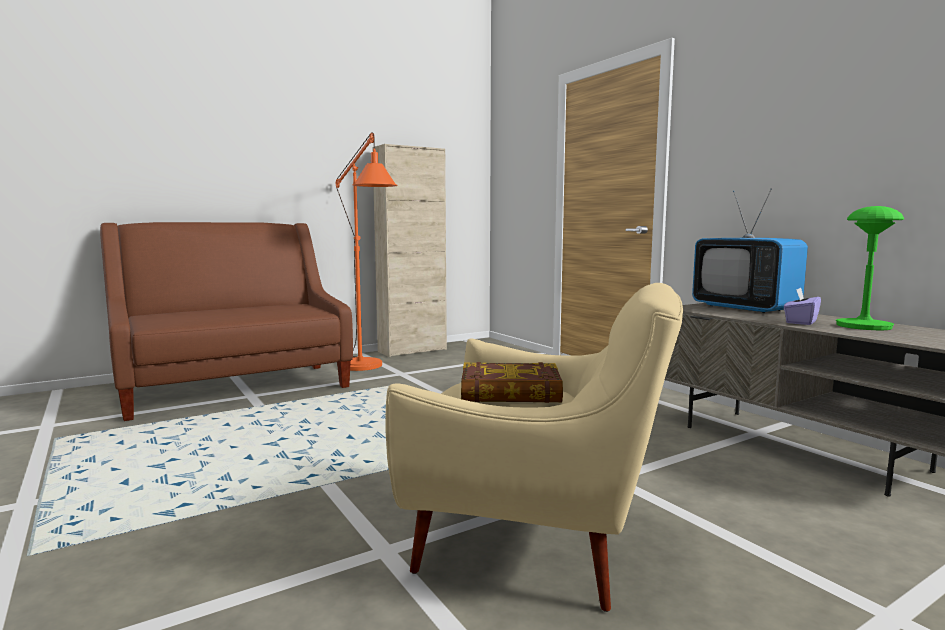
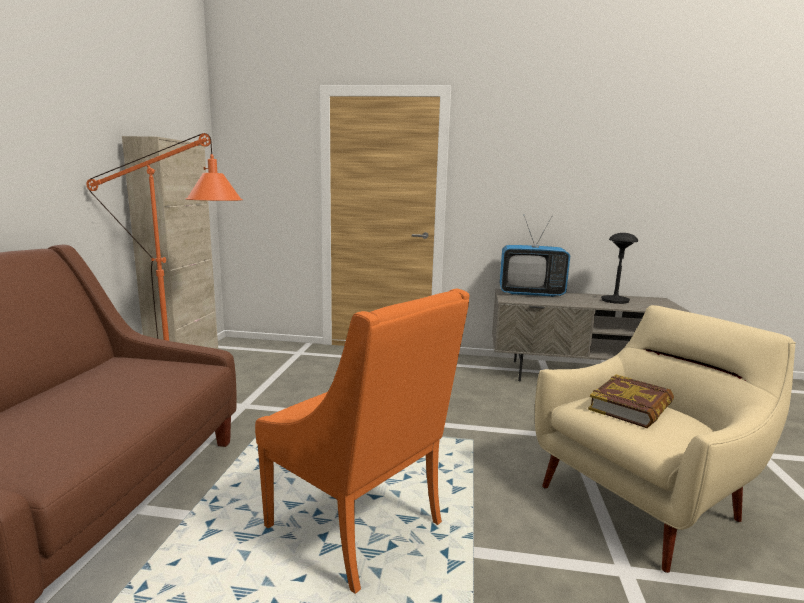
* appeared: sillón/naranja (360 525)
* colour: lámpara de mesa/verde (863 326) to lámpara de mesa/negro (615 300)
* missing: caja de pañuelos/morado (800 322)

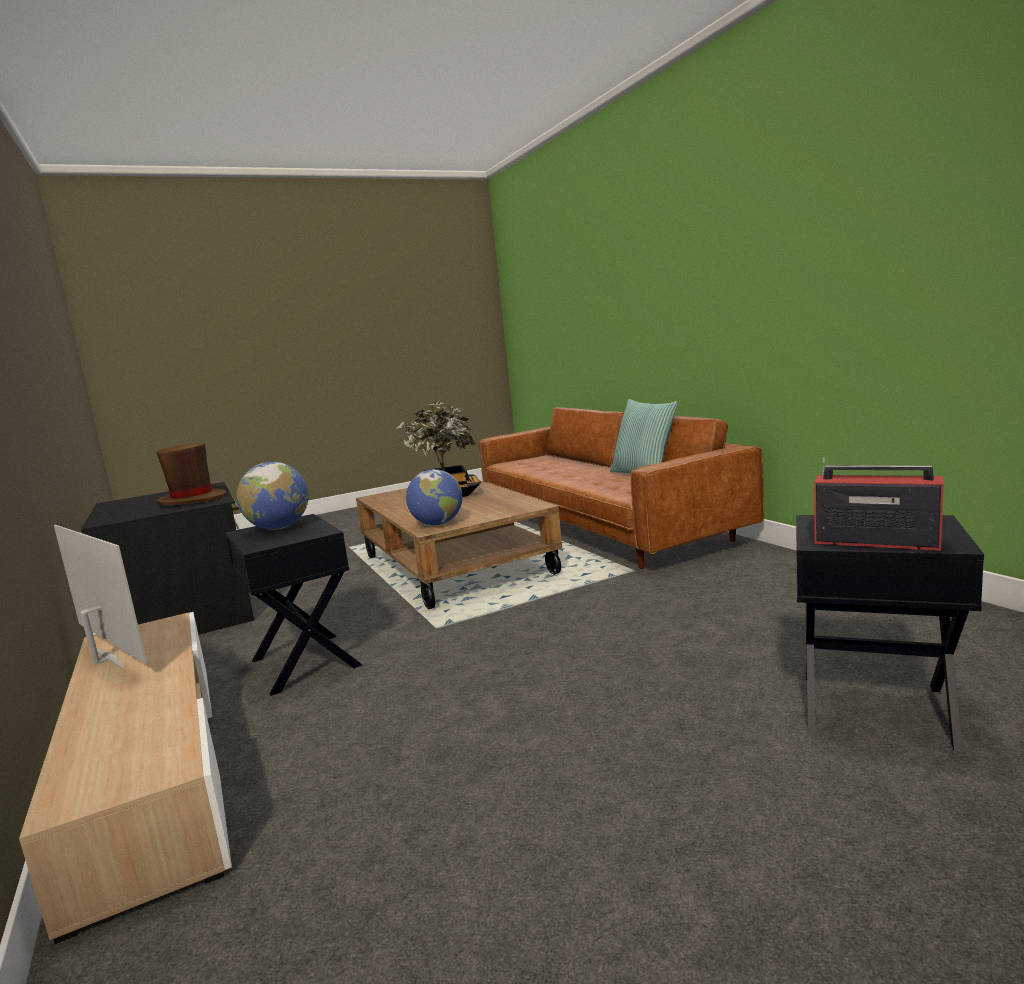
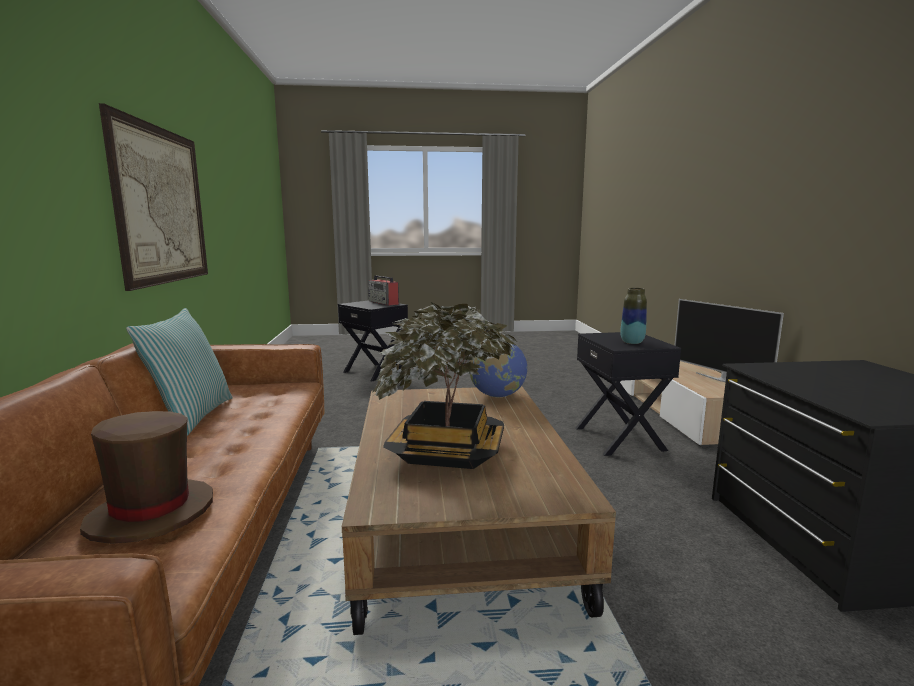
* relocated: sombrero/marrón (192 500) to (151 514)
* appeared: cuadro (162 206)
* exchanged: globo terráqueo (279 528) to florero (632 342)

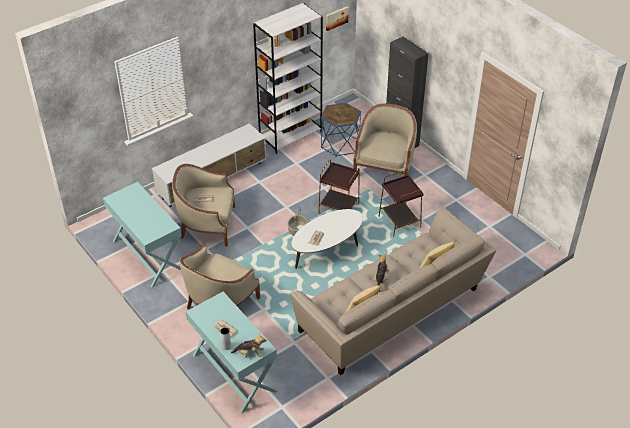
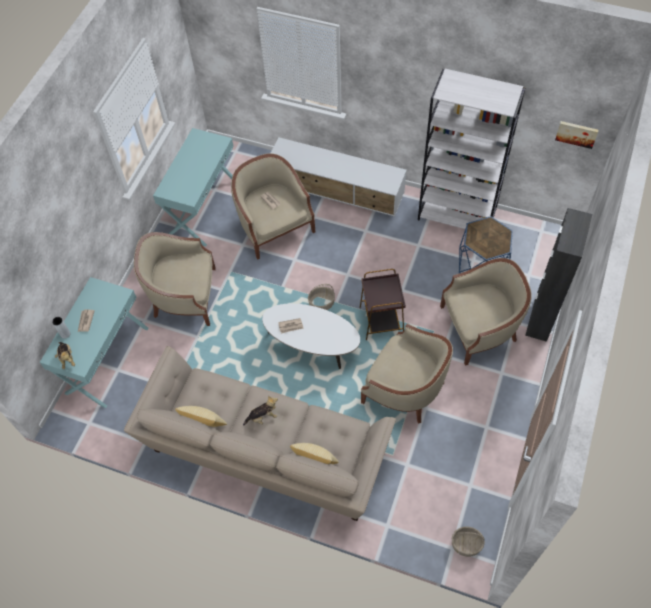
* exchanged: mesa auxiliar/marrón (399 222) to sillón/beis (405 389)
* appeared: cesta (466 544)

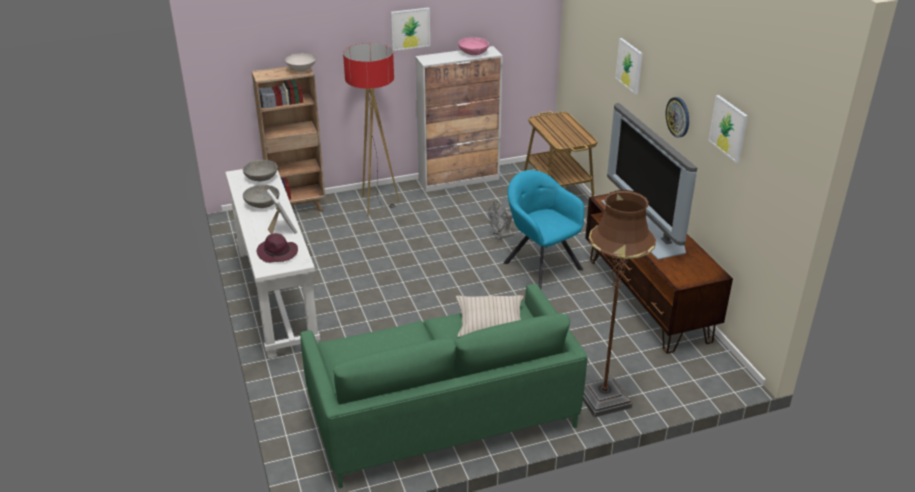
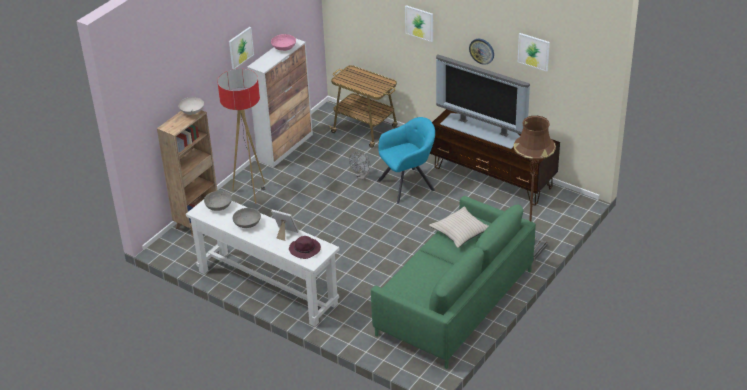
* spun: sillón/turquesa (540 264) = (408 184) 135 degrees clockwise

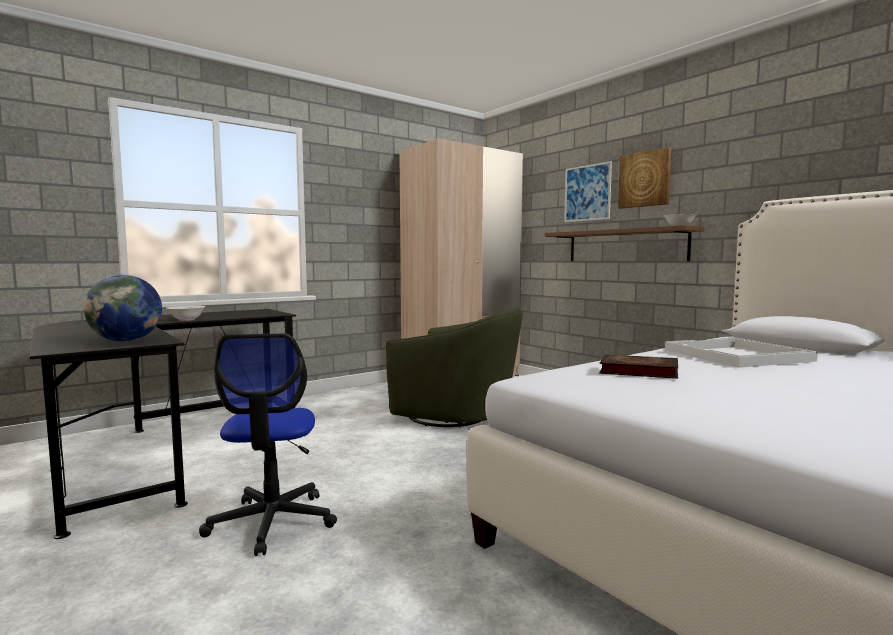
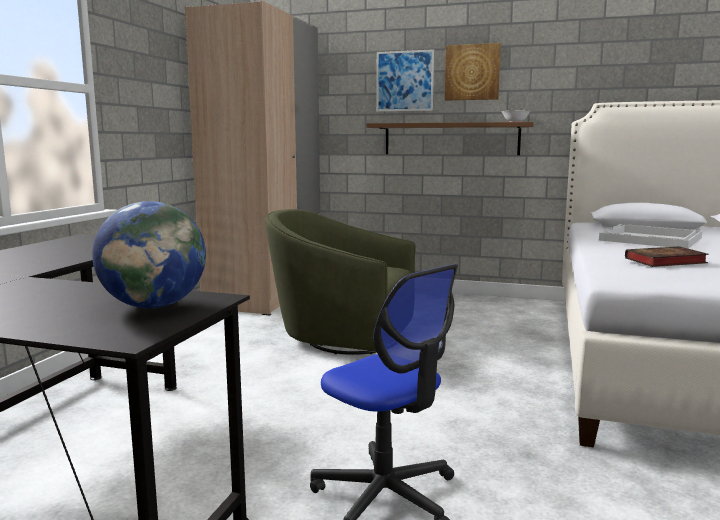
* spun: sillón/verde (456 416) = (342 338) 150 degrees counterclockwise
* missing: cuenco/blanco (187 320)

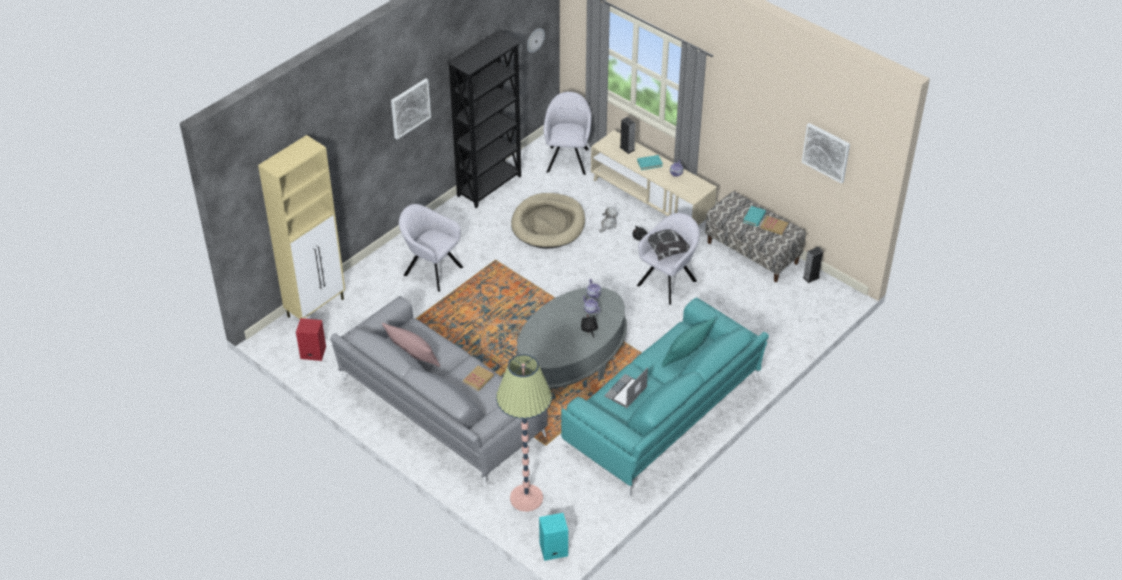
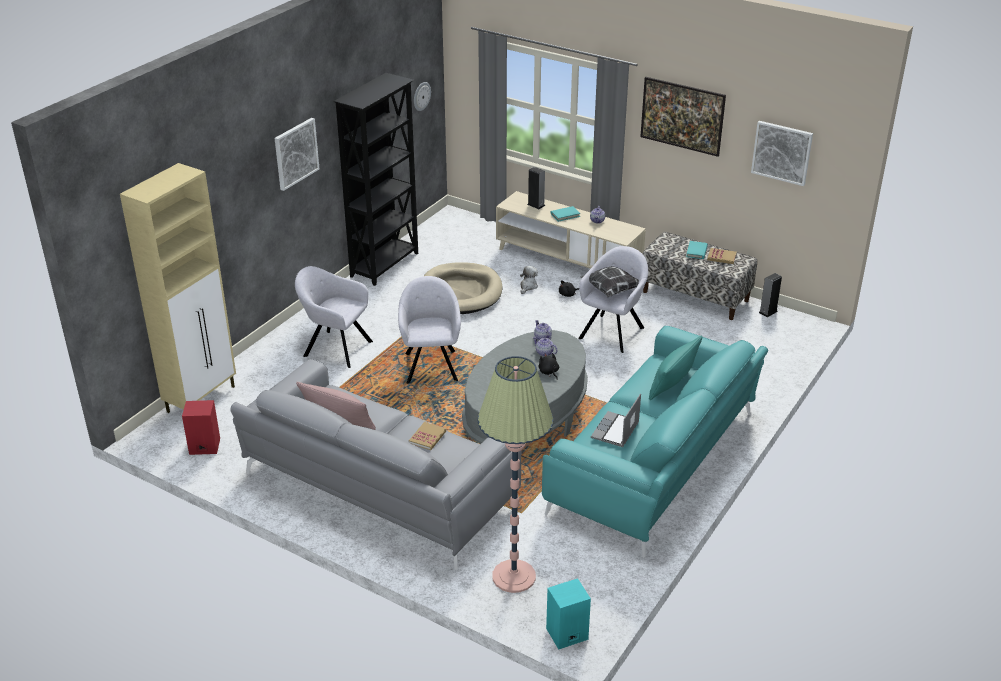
* relocated: sillón/gris (568 158) to (431 365)
* appeared: cuadro (681 131)

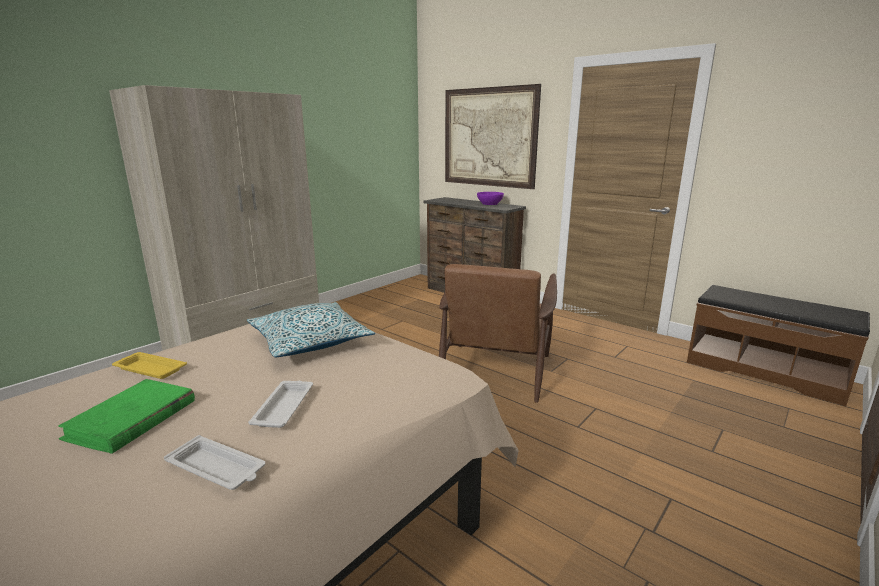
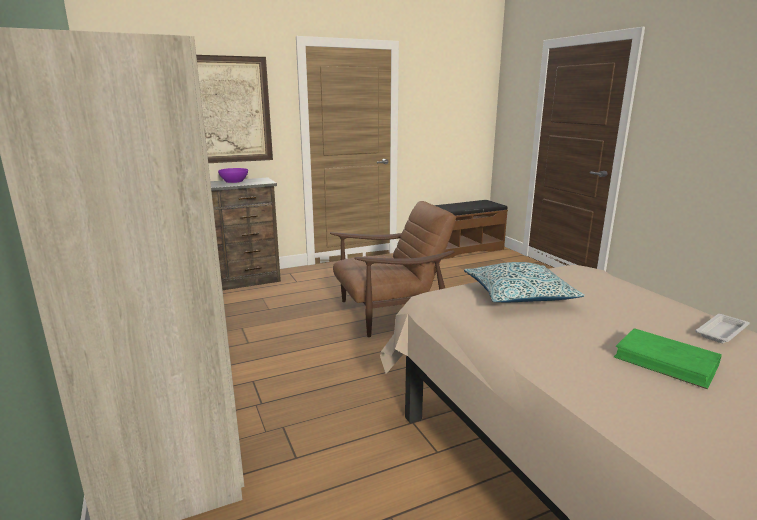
* spun: sillón/marrón (495 368) = (390 312) 60 degrees counterclockwise
* missing: bandeja/amarillo (149 369)
* missing: bandeja/blanco (284 407)

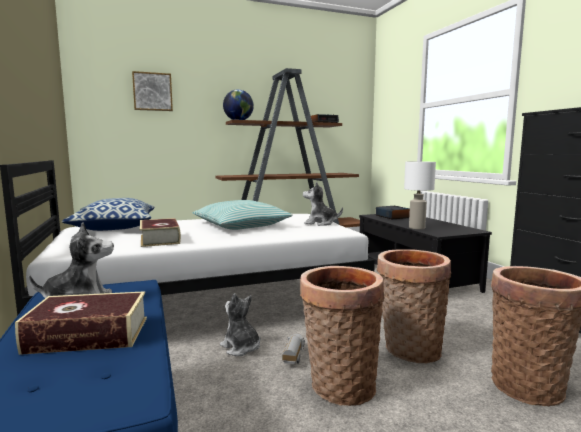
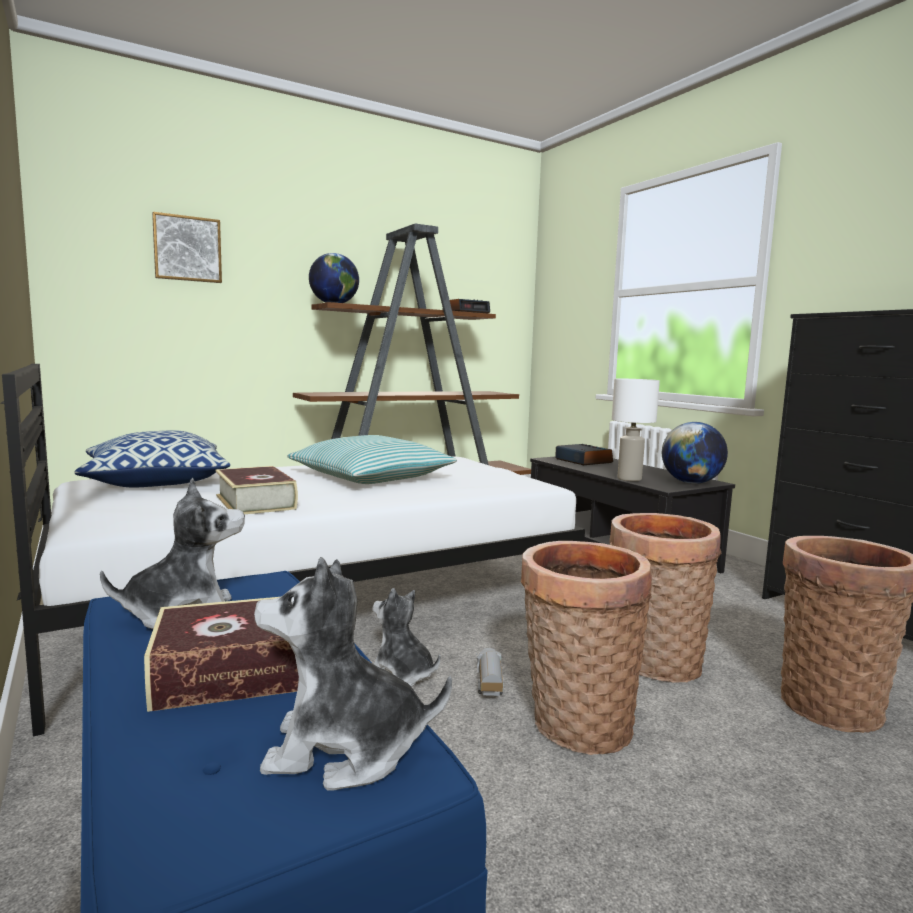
* relocated: peluche (320 223) to (344 750)
* appeared: globo terráqueo (691 483)

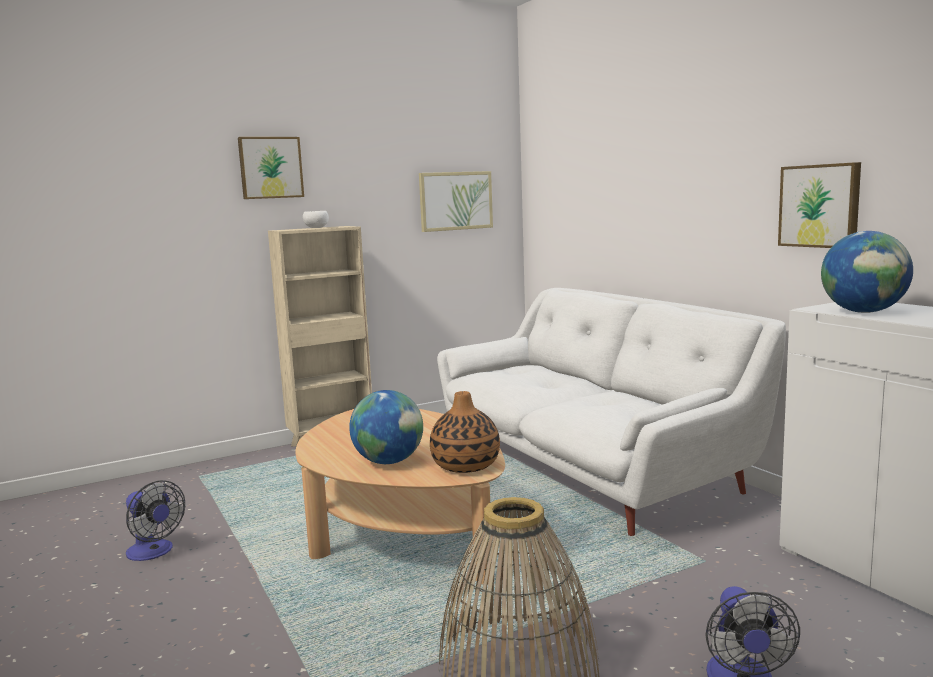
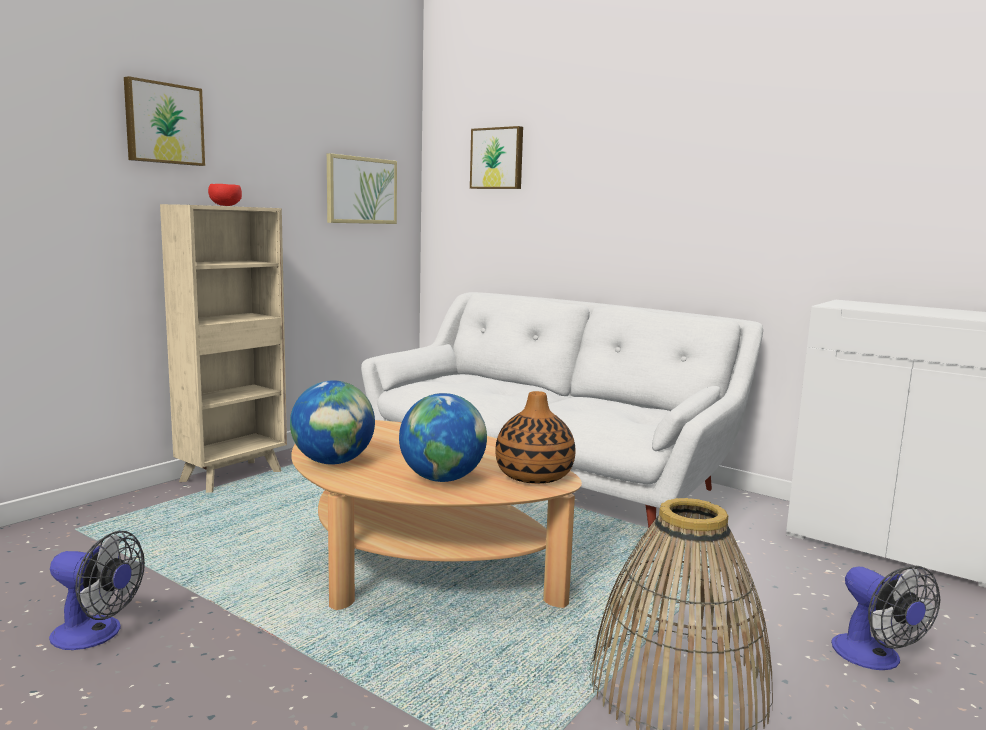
* colour: cuenco/blanco (316 228) to cuenco/rojo (226 205)
* relocated: globo terráqueo (863 312) to (333 462)
* relocated: cuadro (820 206) to (497 158)

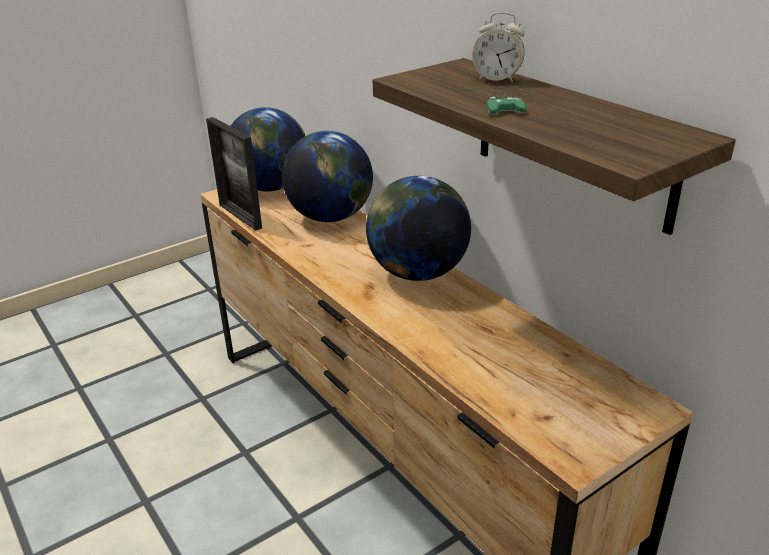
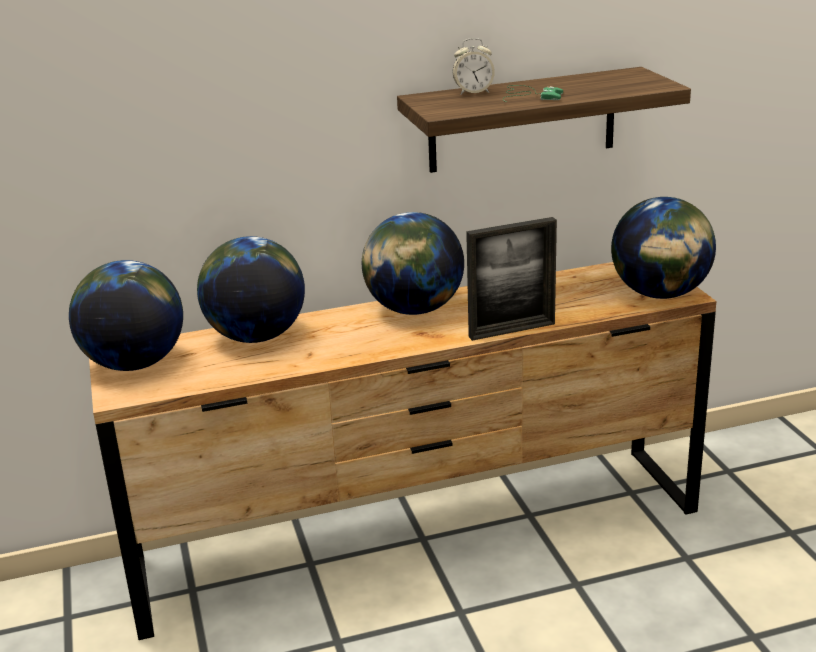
* spun: despertador (497 79) = (473 92) 45 degrees clockwise
* relocated: portarretratos (240 216) to (512 330)
* appeared: globo terráqueo (660 294)

